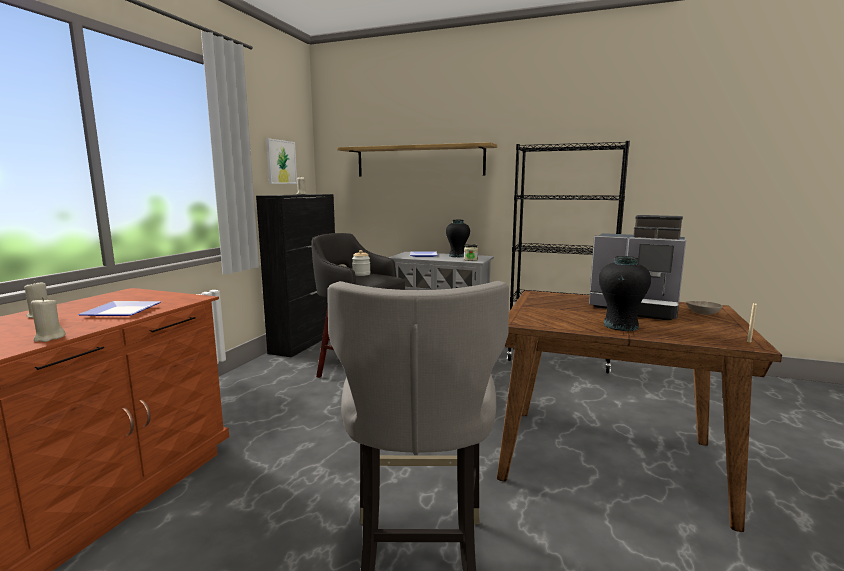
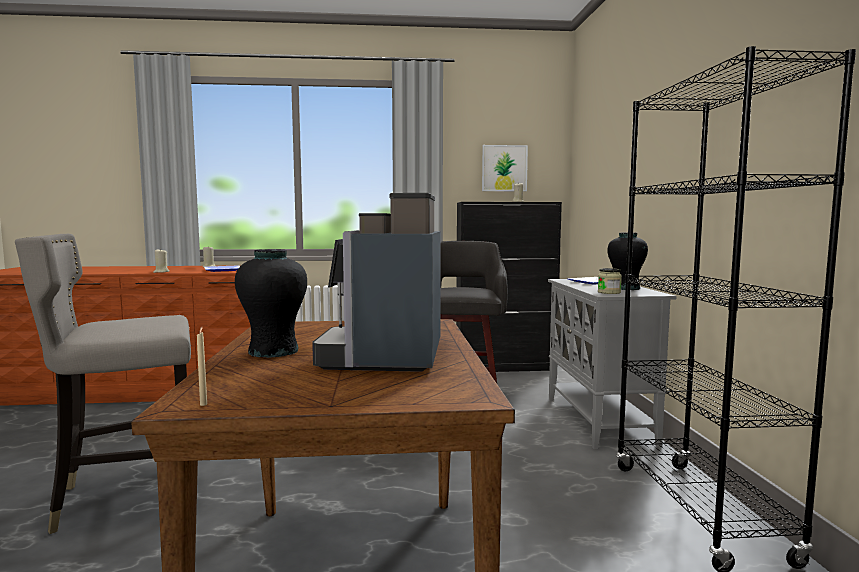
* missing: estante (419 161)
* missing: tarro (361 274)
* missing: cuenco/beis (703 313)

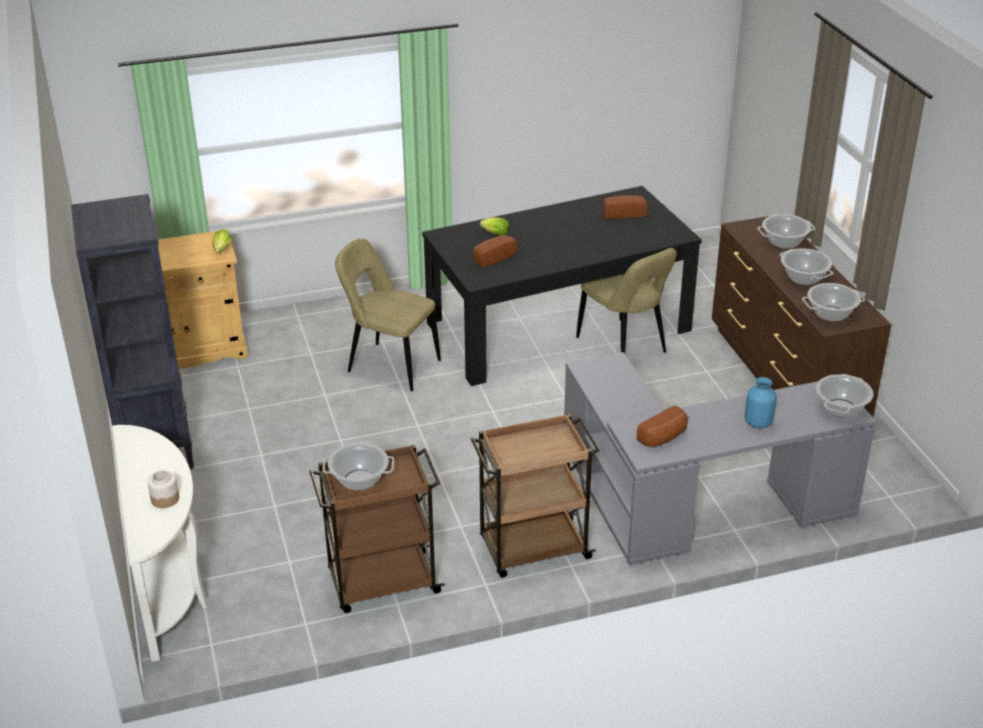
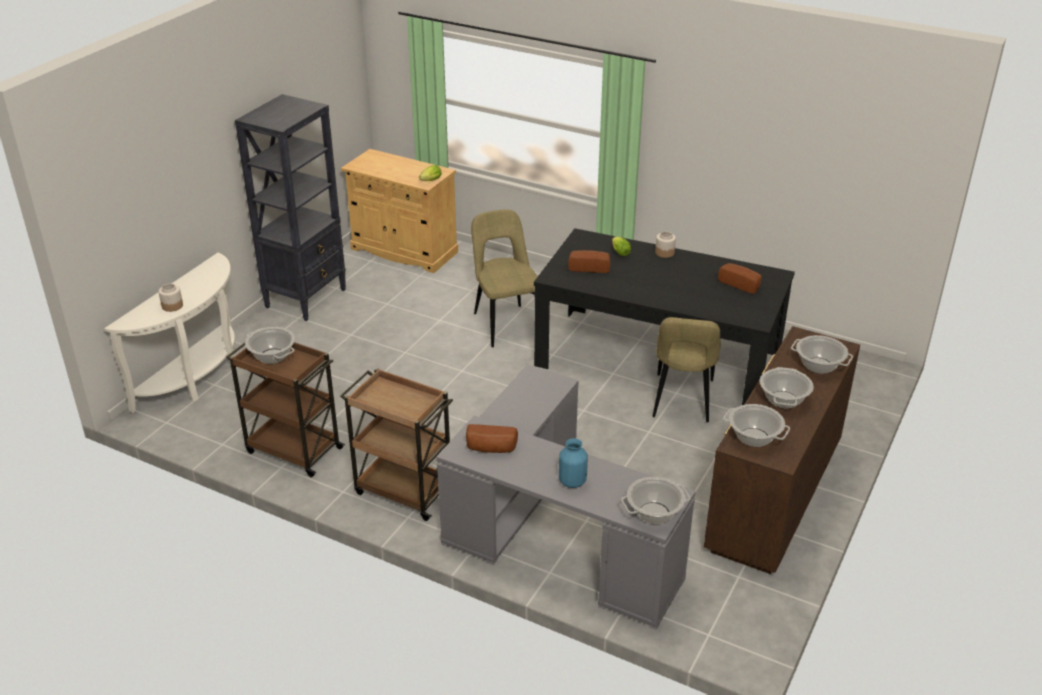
* appeared: tarro (664 252)

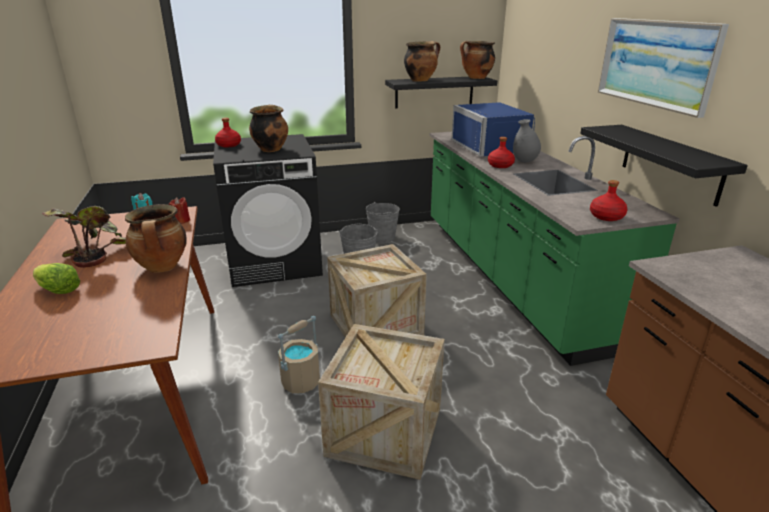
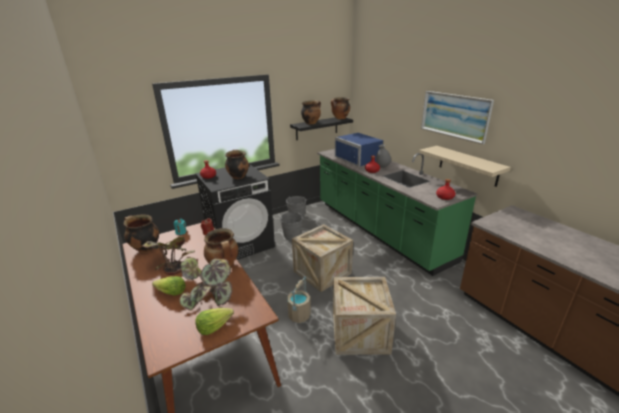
* appeared: olla (145 248)
* appeared: planta en maceta (210 298)
* appeared: lechuga (214 326)
* colour: estante/negro (670 163) to estante/beis (468 165)

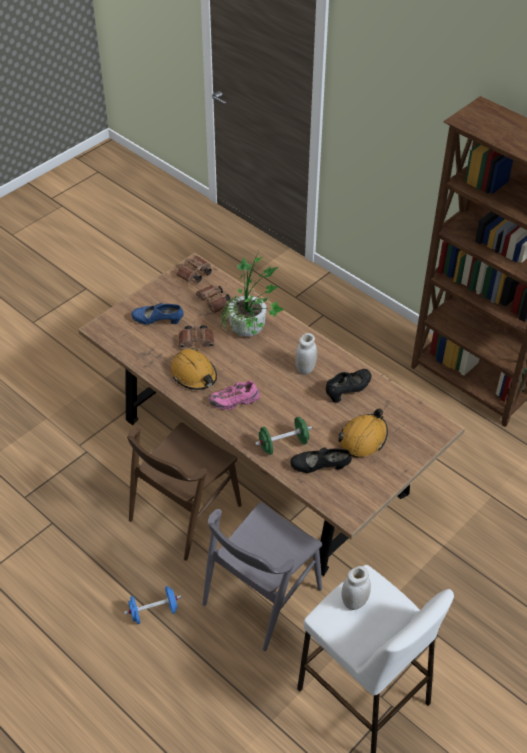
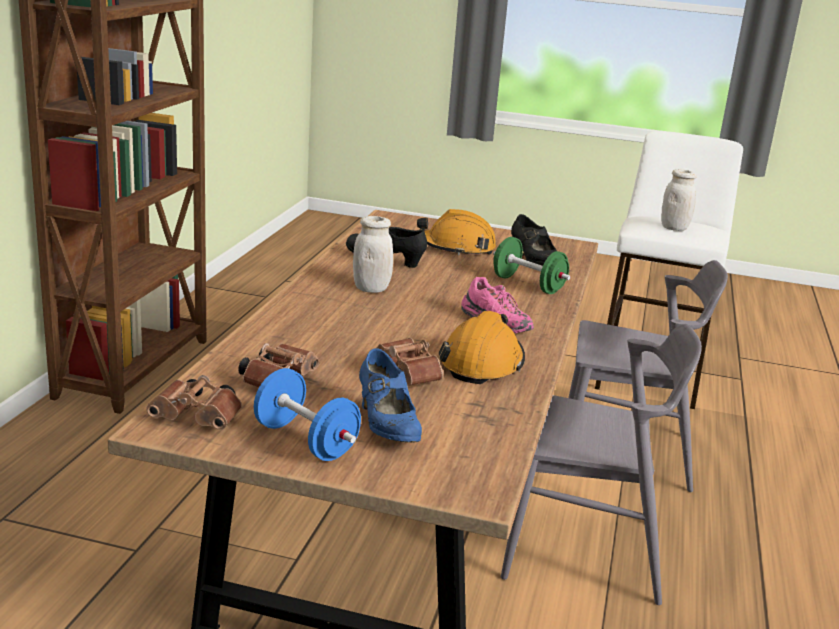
* relocated: mancuerna/azul (153 612) to (305 441)
* colour: silla/marrón (184 512) to silla/gris (582 550)
* missing: planta en maceta (250 335)

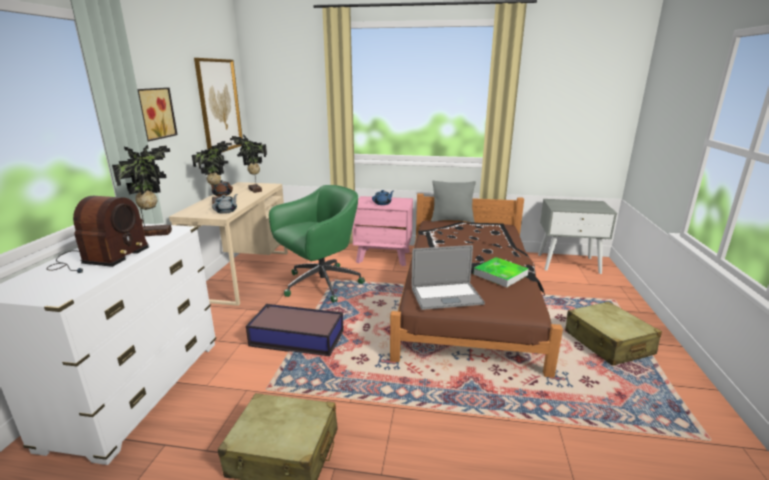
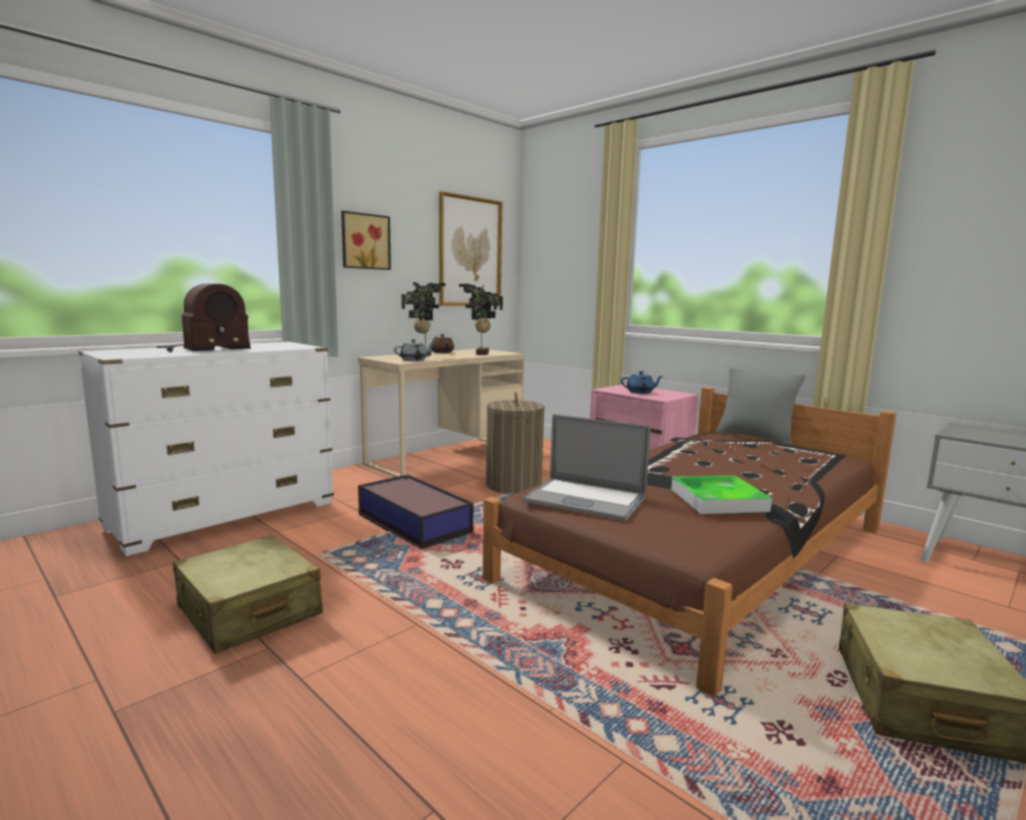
* exchanged: silla de oficina/verde (320 284) to cesto de la ropa (514 485)
* missing: planta en maceta (156 233)

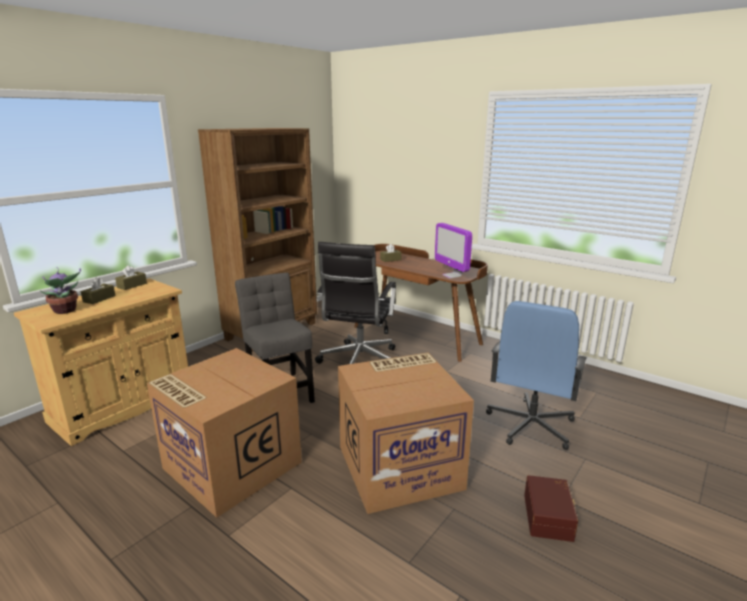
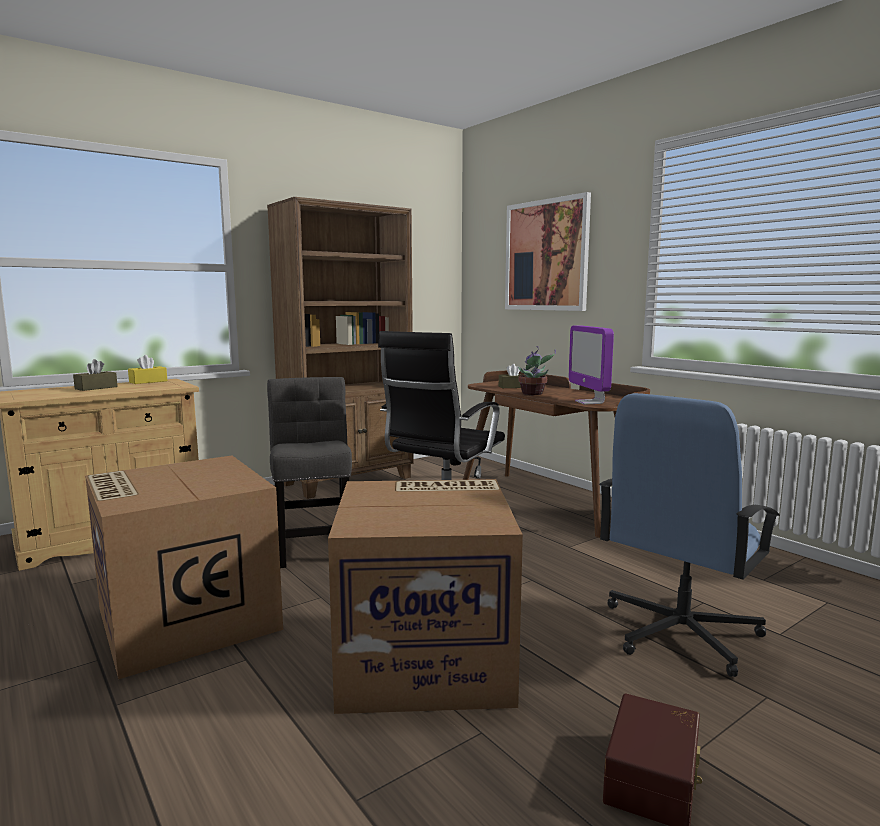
* colour: caja de pañuelos/marrón (132 285) to caja de pañuelos/amarillo (148 381)
* appeared: cuadro (546 255)
* relocated: planta en maceta (65 311) to (533 394)

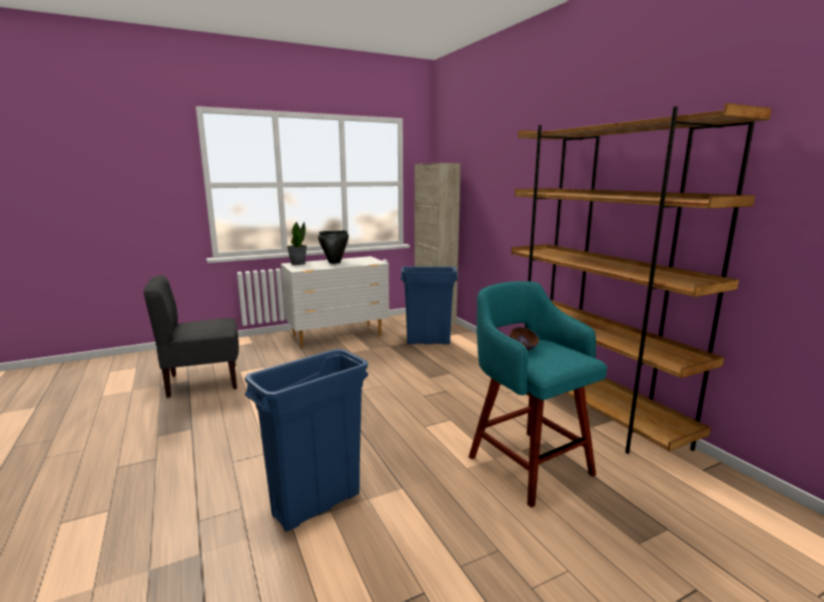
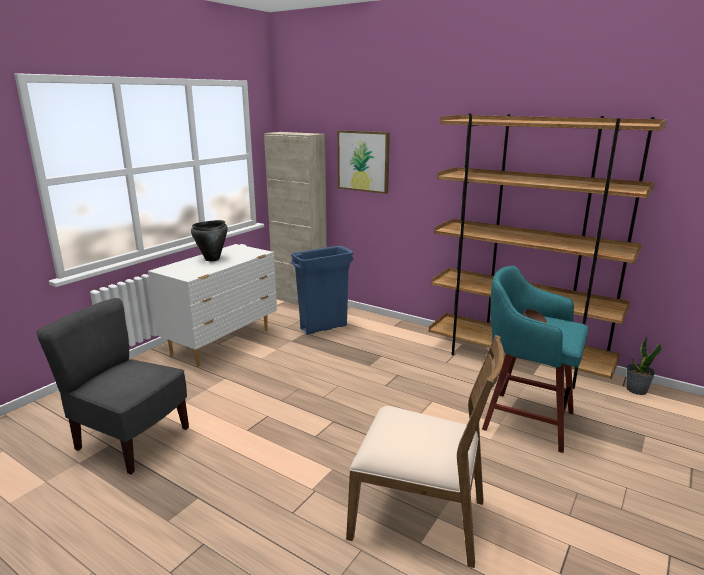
* spun: silla/gris (203 381) = (131 440) 75 degrees clockwise
* appeared: cuadro (363 161)
* exchanged: papelera/azul (316 504) to silla/marrón (419 517)
* relocated: planta en maceta (297 263) to (636 390)

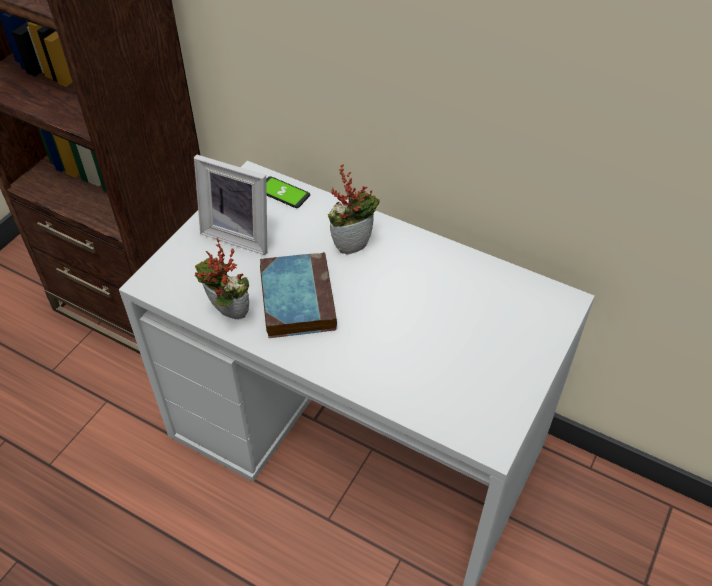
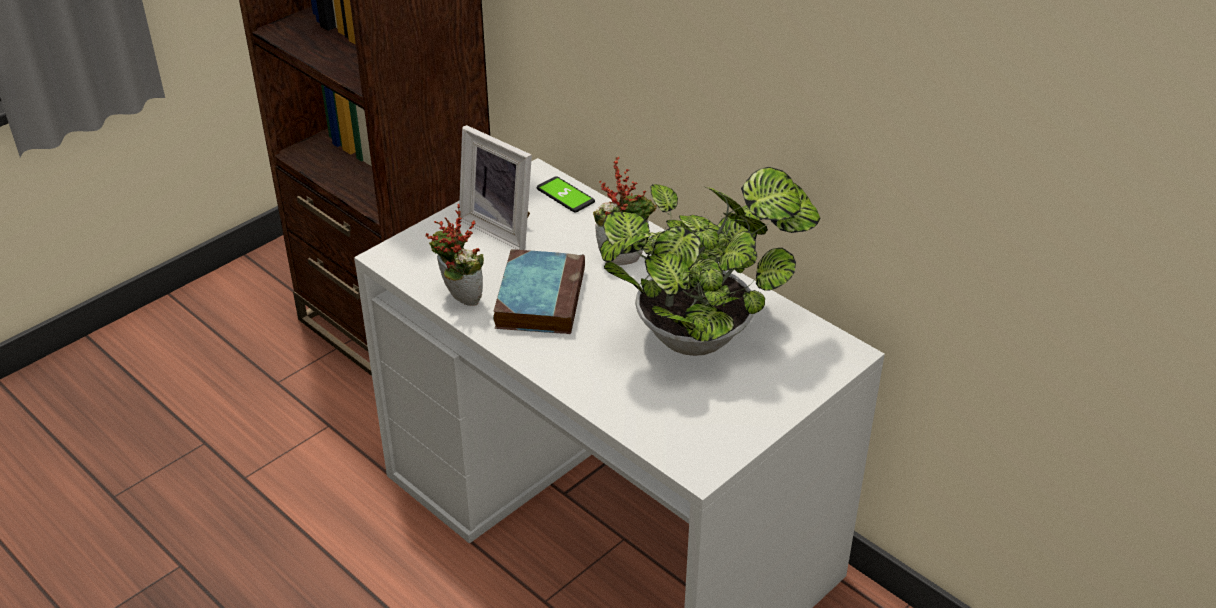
* appeared: planta en maceta (702 334)

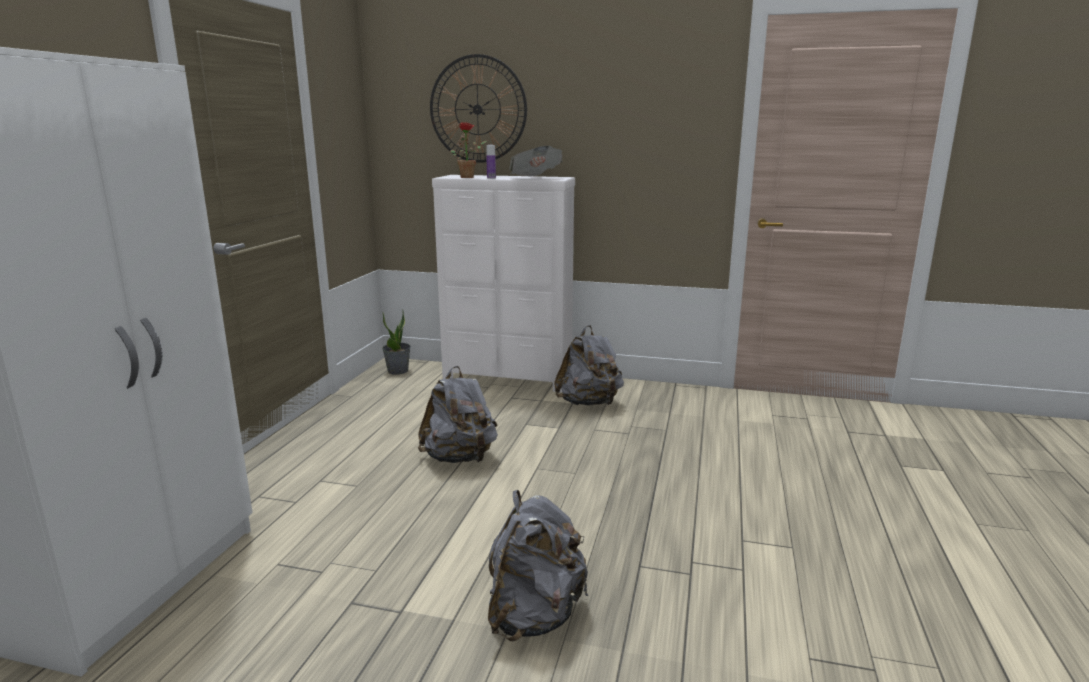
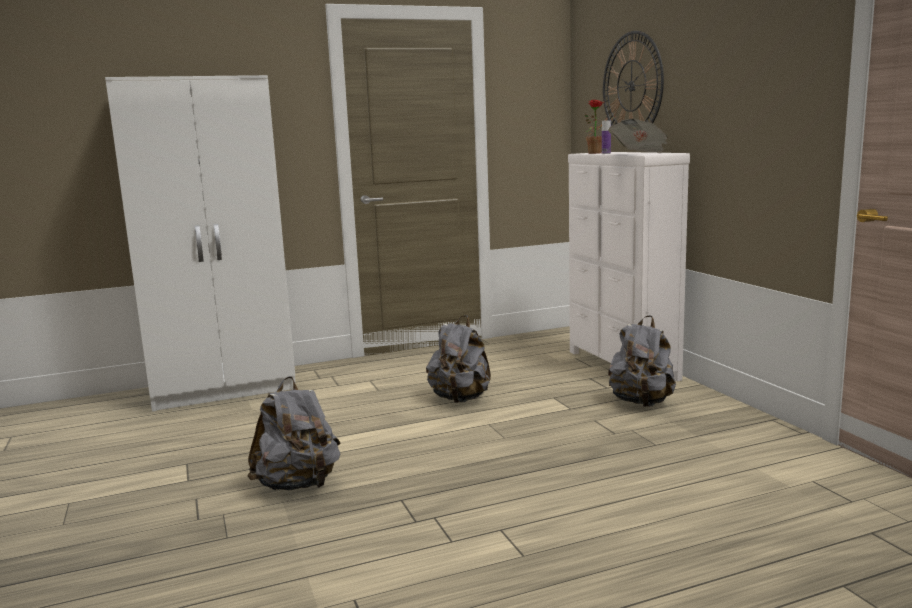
* missing: planta en maceta (398 371)

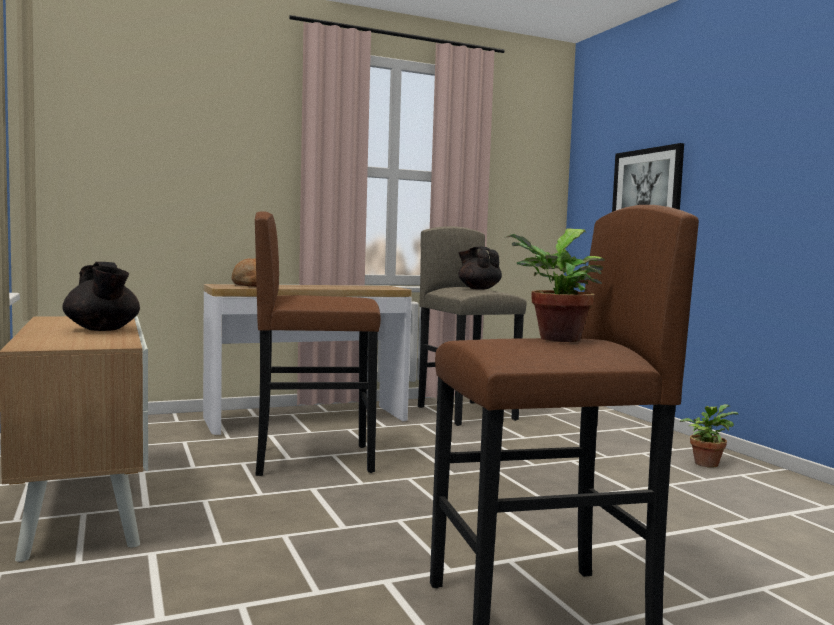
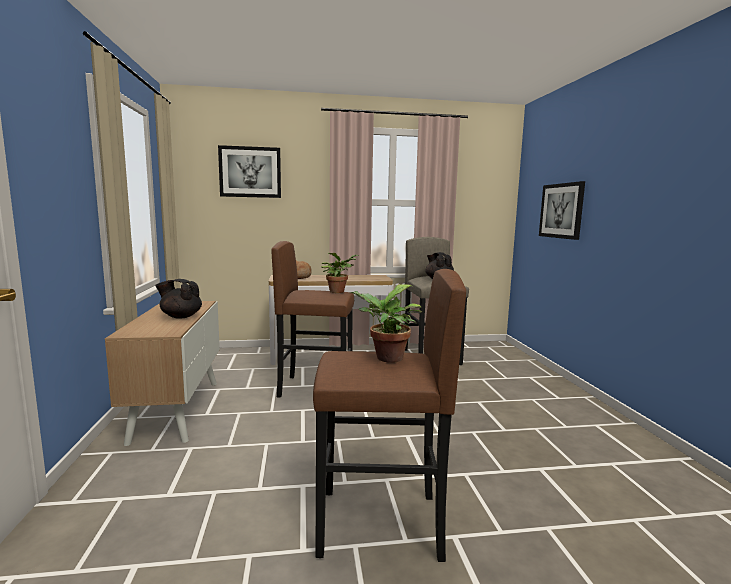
* spun: tetera/negro (102 330) = (180 316) 120 degrees clockwise
* appeared: cuadro (250 172)
* relocated: planta en maceta (706 463) to (338 291)

